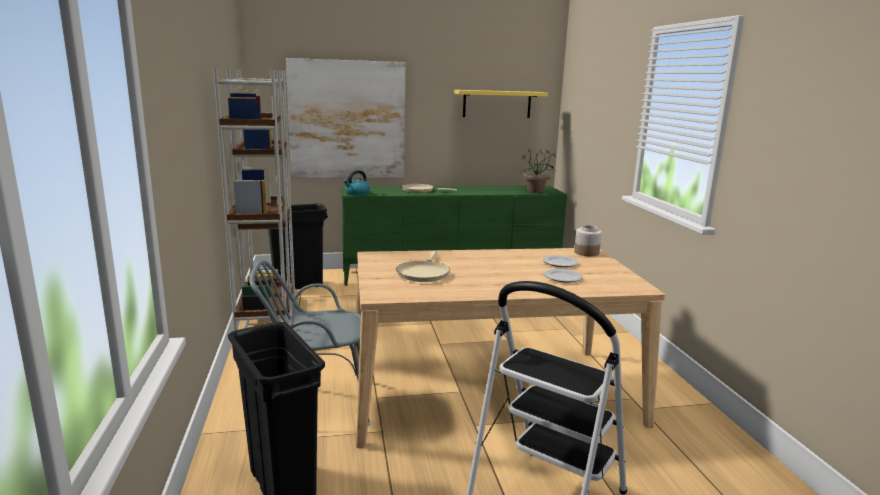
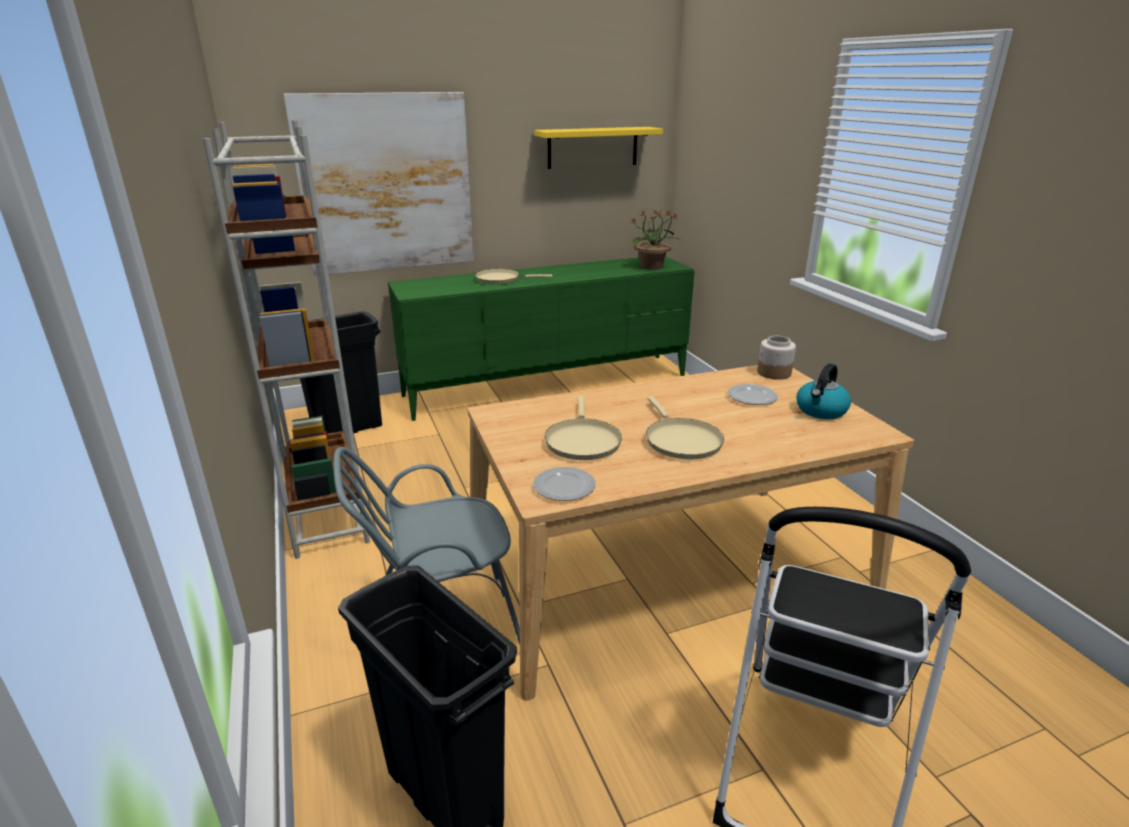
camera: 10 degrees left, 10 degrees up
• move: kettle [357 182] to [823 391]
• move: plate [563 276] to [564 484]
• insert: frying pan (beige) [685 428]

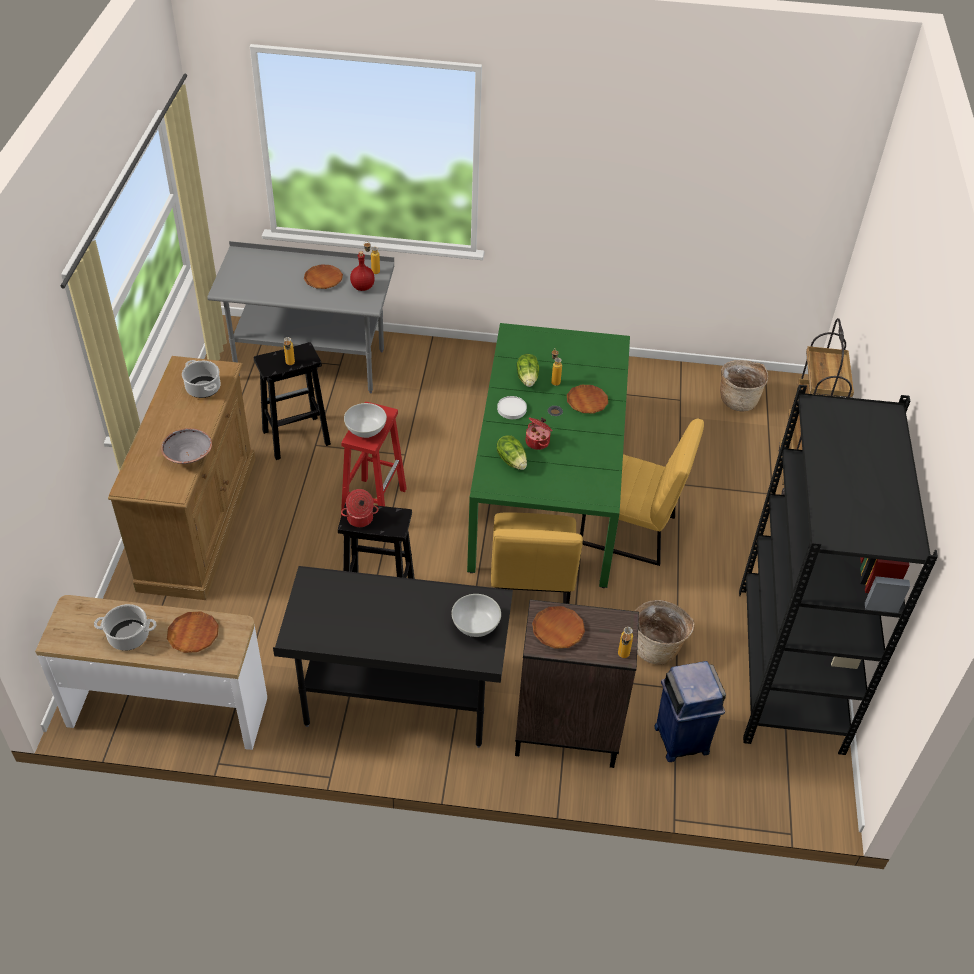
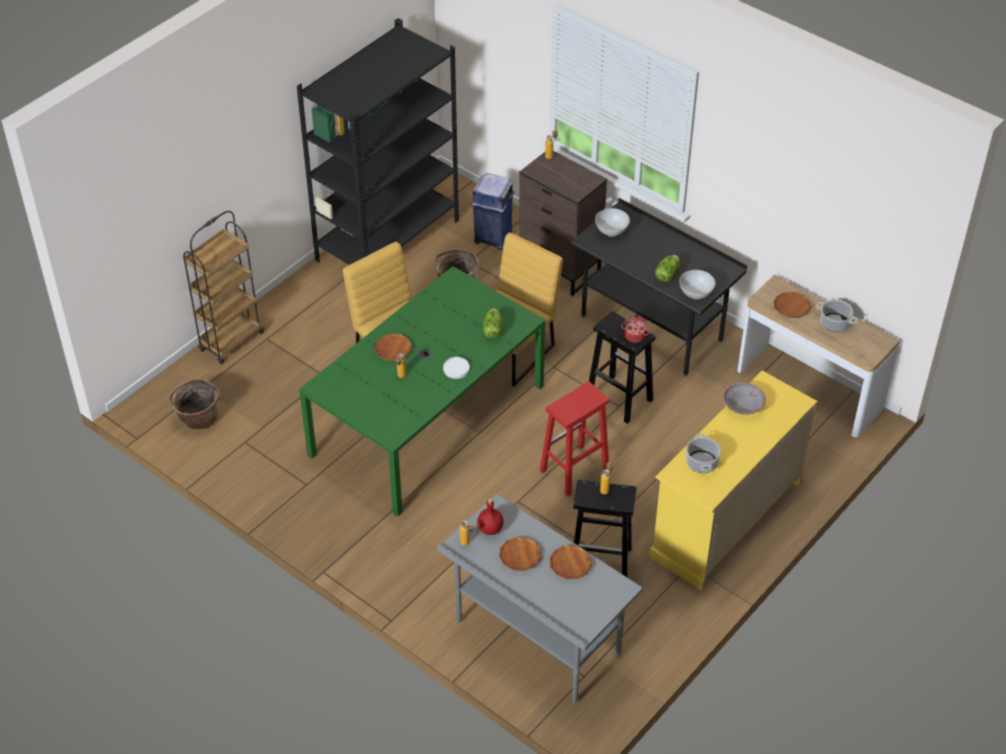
camera: 145 degrees left, 0 degrees up
• move: lettuce [528 370] to [667 268]
• recolor: cabinet (brown) [182 478] to cabinet (yellow) [733 480]
• move: bowl (white) [365 420] to [697 284]
• delete: cooking pot [539 434]
• move: plate (brown) [558 627] to [571 562]

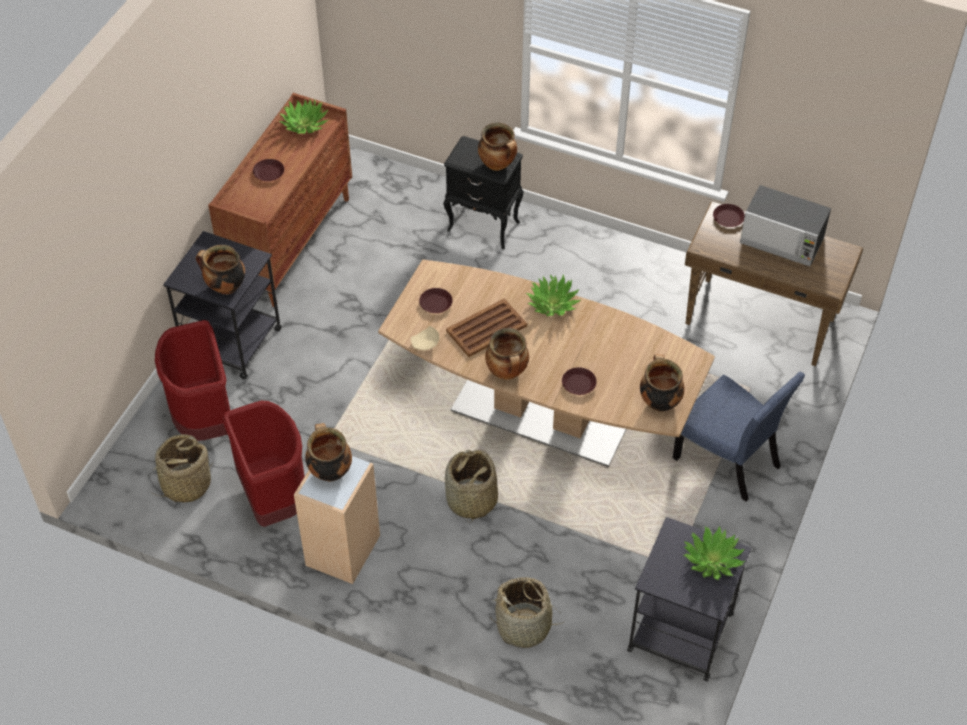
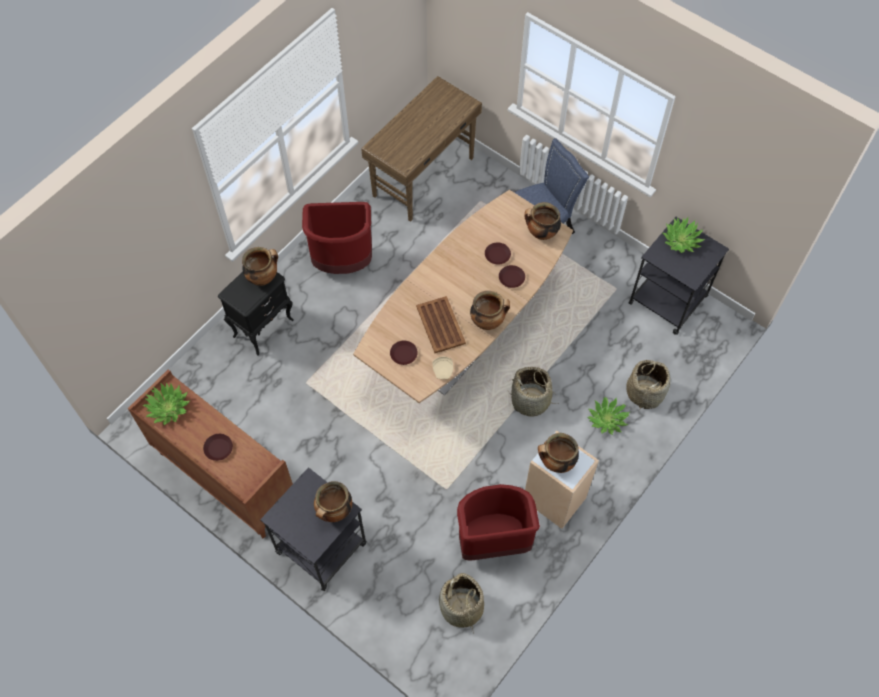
camera: 75 degrees left, 10 degrees up
• delete: microwave [785 225]
• move: plate (brown) [729 215] to [498 253]
• move: potted plant [553 295] to [609 416]
• move: trash can (red) [192 380] to [337 238]

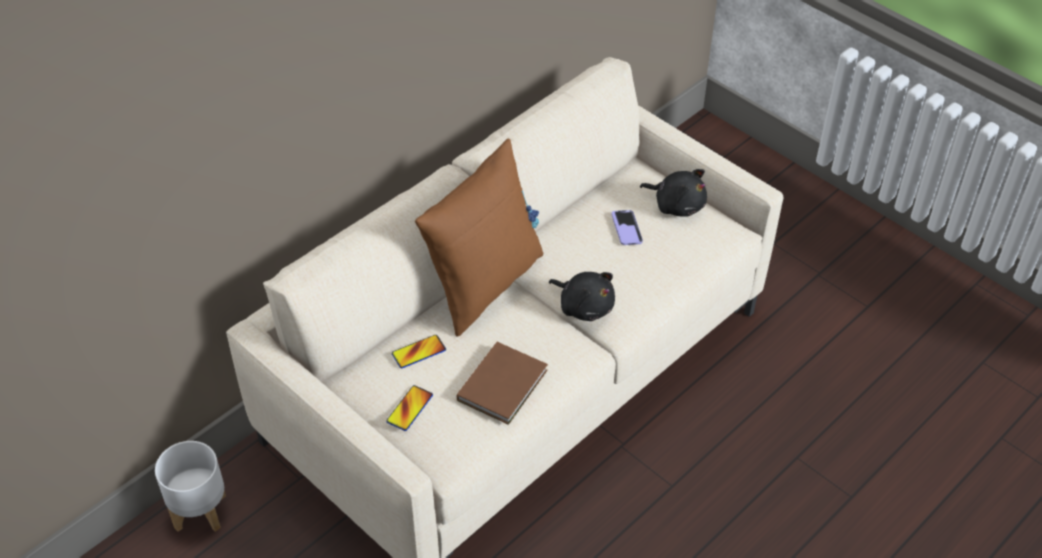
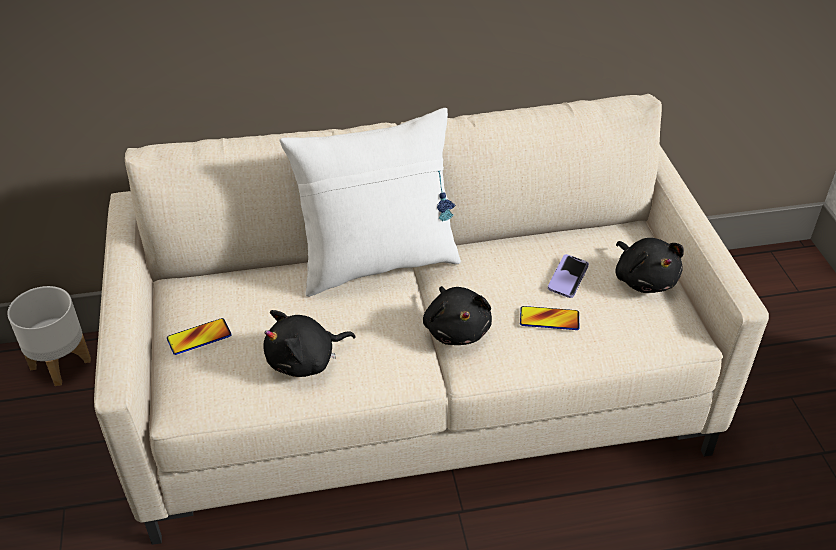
camera: 35 degrees right, 5 degrees down
• recolor: pillow (brown) [479 238] to pillow (white) [370 202]
• move: phone [419 351] to [549 318]
• replace: book (brown) [502 383] to plush toy (black) [310 343]

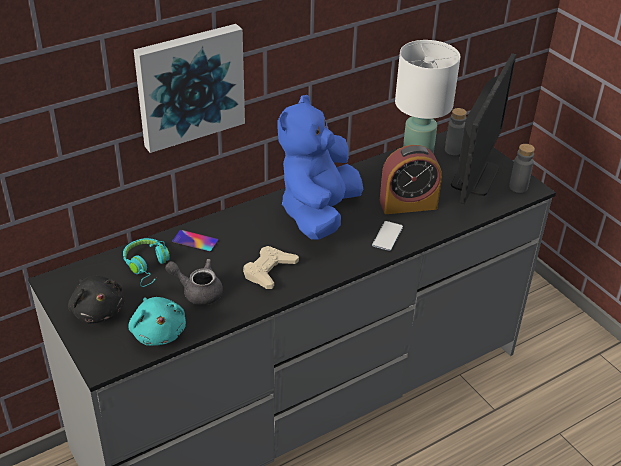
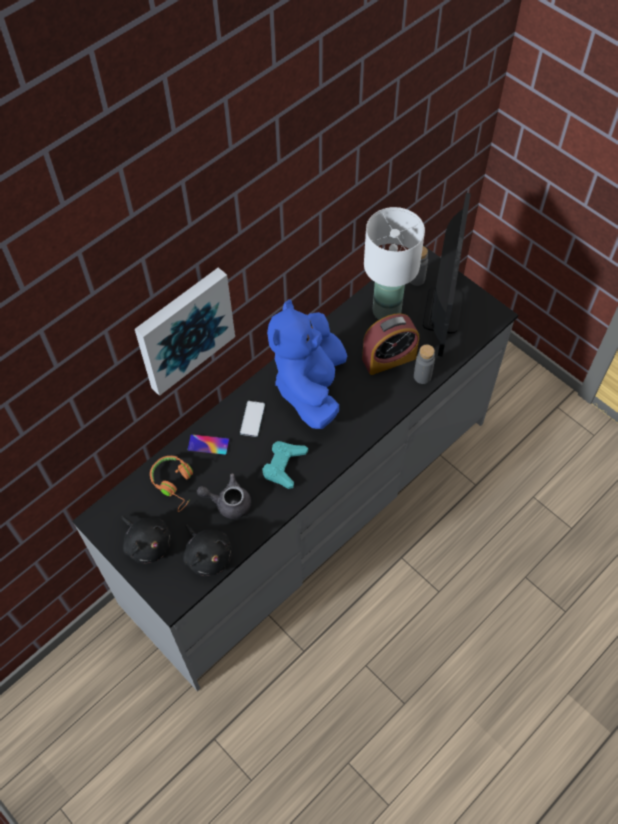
camera: 10 degrees left, 20 degrees up
• move: bottle (grey) [522 168] to [424 364]
• move: phone [387 236] to [252 419]
• recolor: headphones (turquoise) [146 262] to headphones (orange) [171 484]
• recolor: game controller (beige) [271 267] to game controller (turquoise) [285 465]
• recolor: plush toy (turquoise) [157 321] to plush toy (black) [208 550]

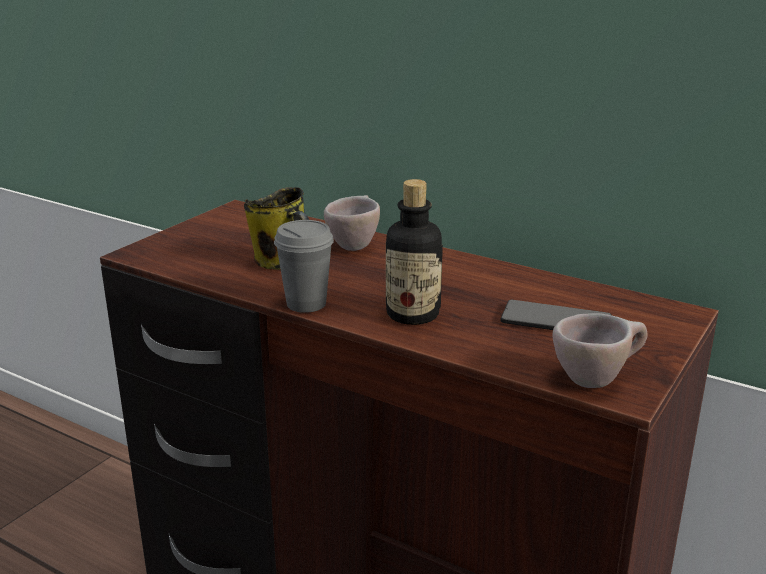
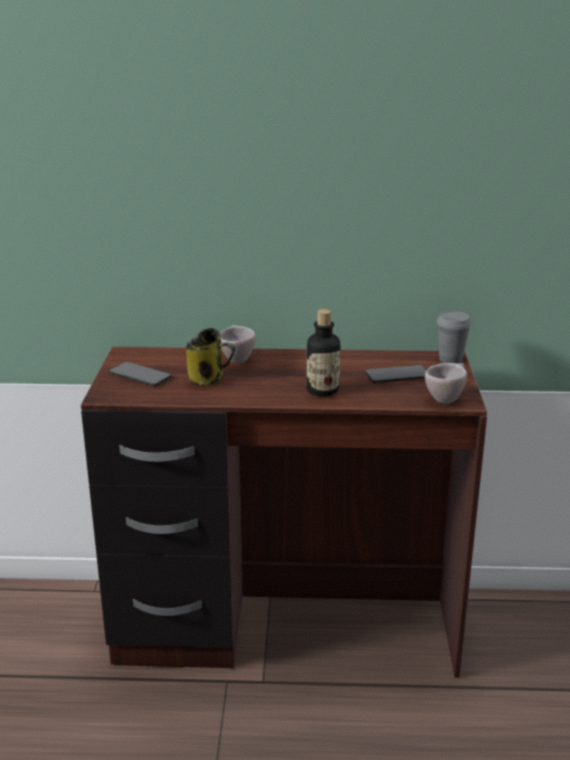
camera: 30 degrees left, 0 degrees up
• move: cup (grey) [304 266] to [454 337]
• insert: phone [140 374]

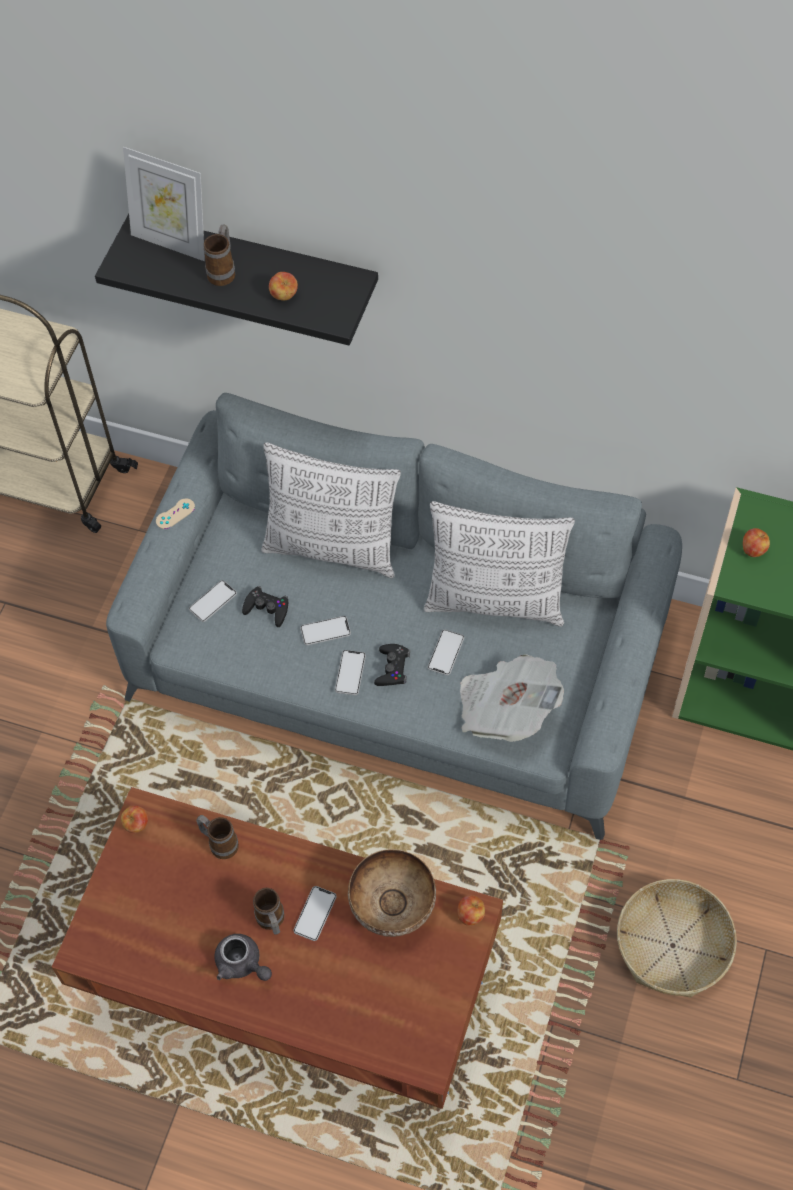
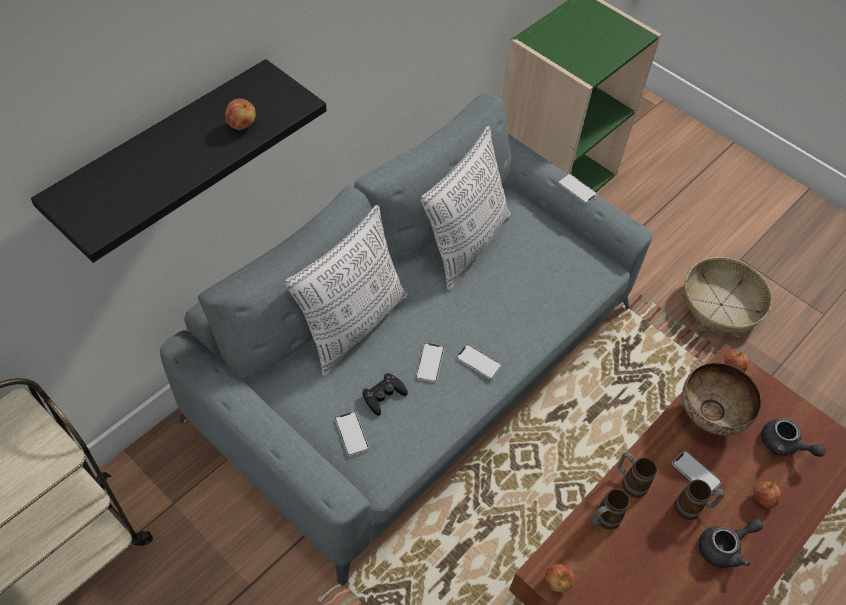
camera: 70 degrees left, 5 degrees down
• delete: picture frame [164 204]
• move: mug [219 255] to [637 475]
• delete: game controller (beige) [175 514]
• move: apple [756 542] to [767 494]
• move: phone [445 652] to [577 189]
• delete: game controller (black) [392 665]
• delete: newspaper [512 698]
• insert: teapot (grey) [793 437]

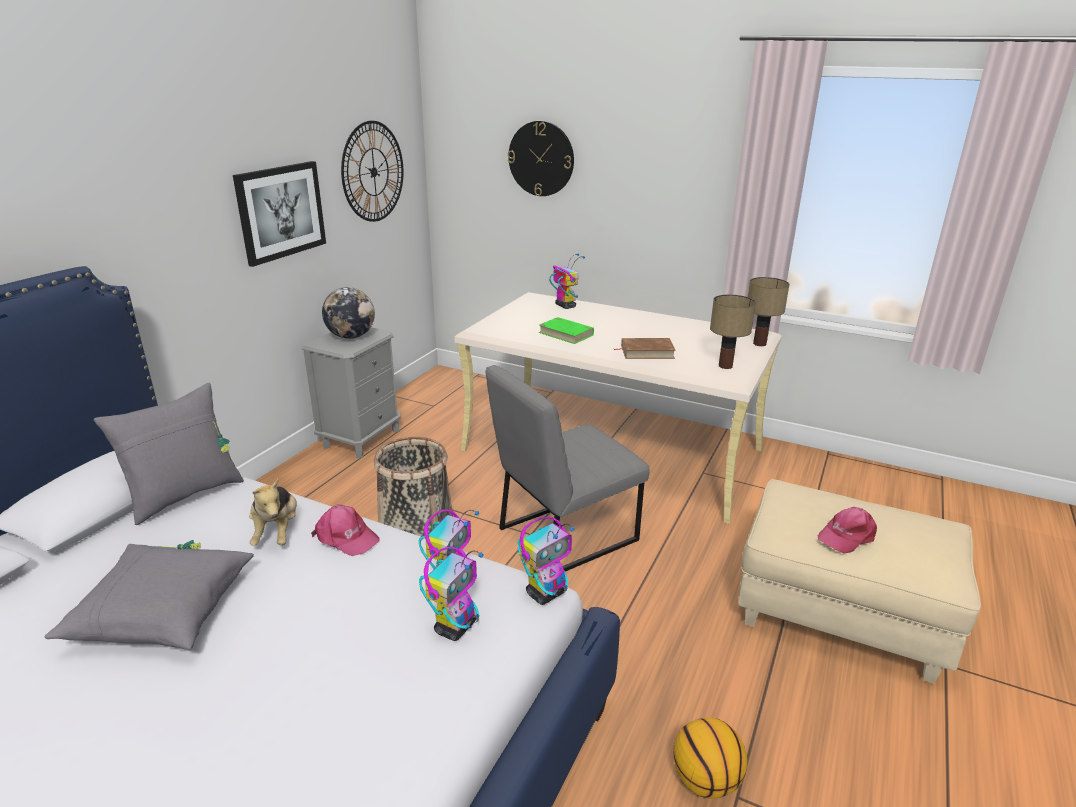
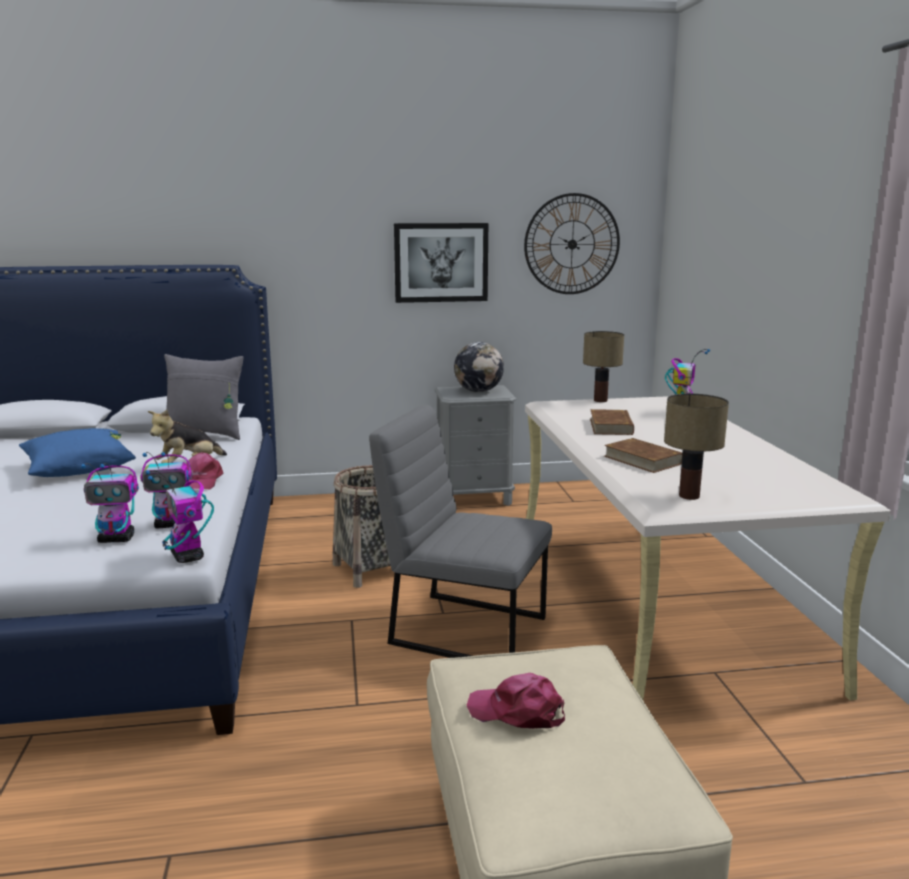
camera: 55 degrees right, 10 degrees down
• delete: wall clock [541 158]
• move: table lamp [769 311] to [603 366]
• recolor: book (green) [566 330] to book (brown) [612 422]
• rotate: toy robot [546 561] = [180 516] 45 degrees clockwise
• recolor: pillow (grey) [149 595] to pillow (blue) [77 452]
• delete: basketball [710 758]

